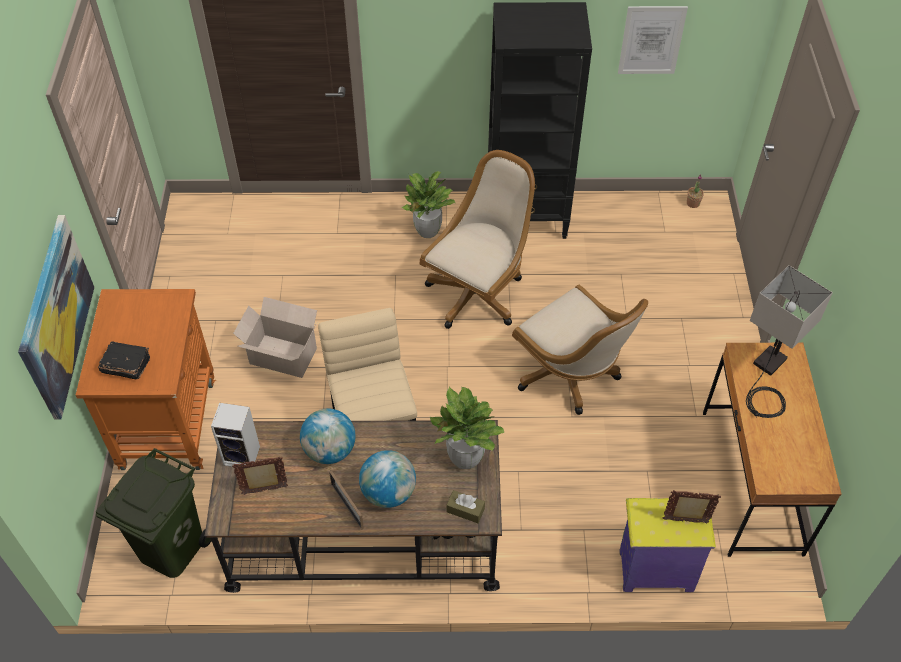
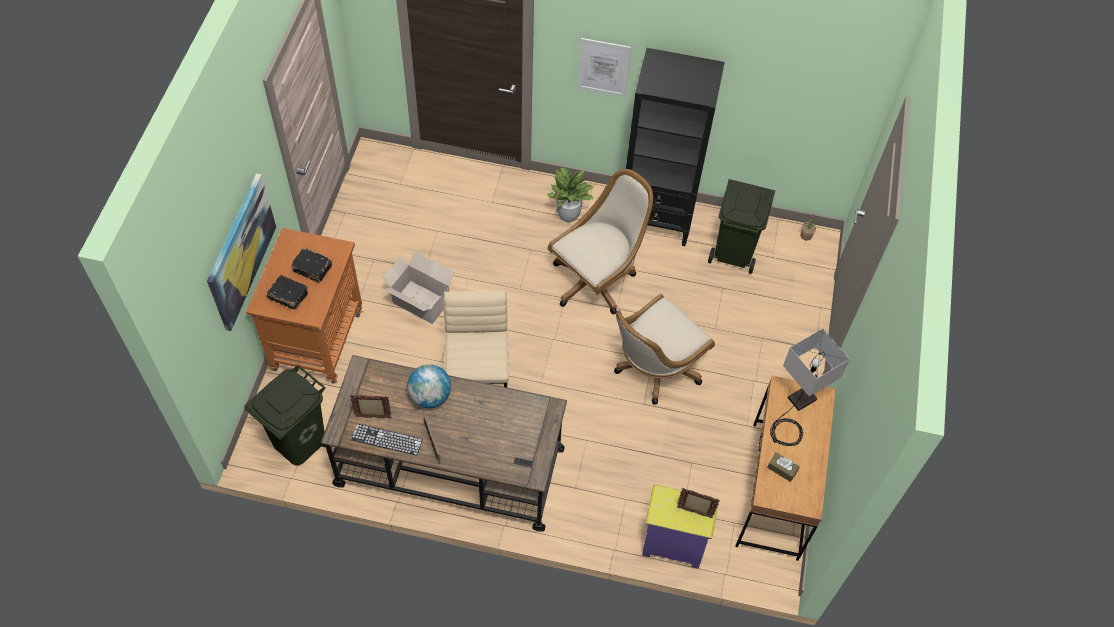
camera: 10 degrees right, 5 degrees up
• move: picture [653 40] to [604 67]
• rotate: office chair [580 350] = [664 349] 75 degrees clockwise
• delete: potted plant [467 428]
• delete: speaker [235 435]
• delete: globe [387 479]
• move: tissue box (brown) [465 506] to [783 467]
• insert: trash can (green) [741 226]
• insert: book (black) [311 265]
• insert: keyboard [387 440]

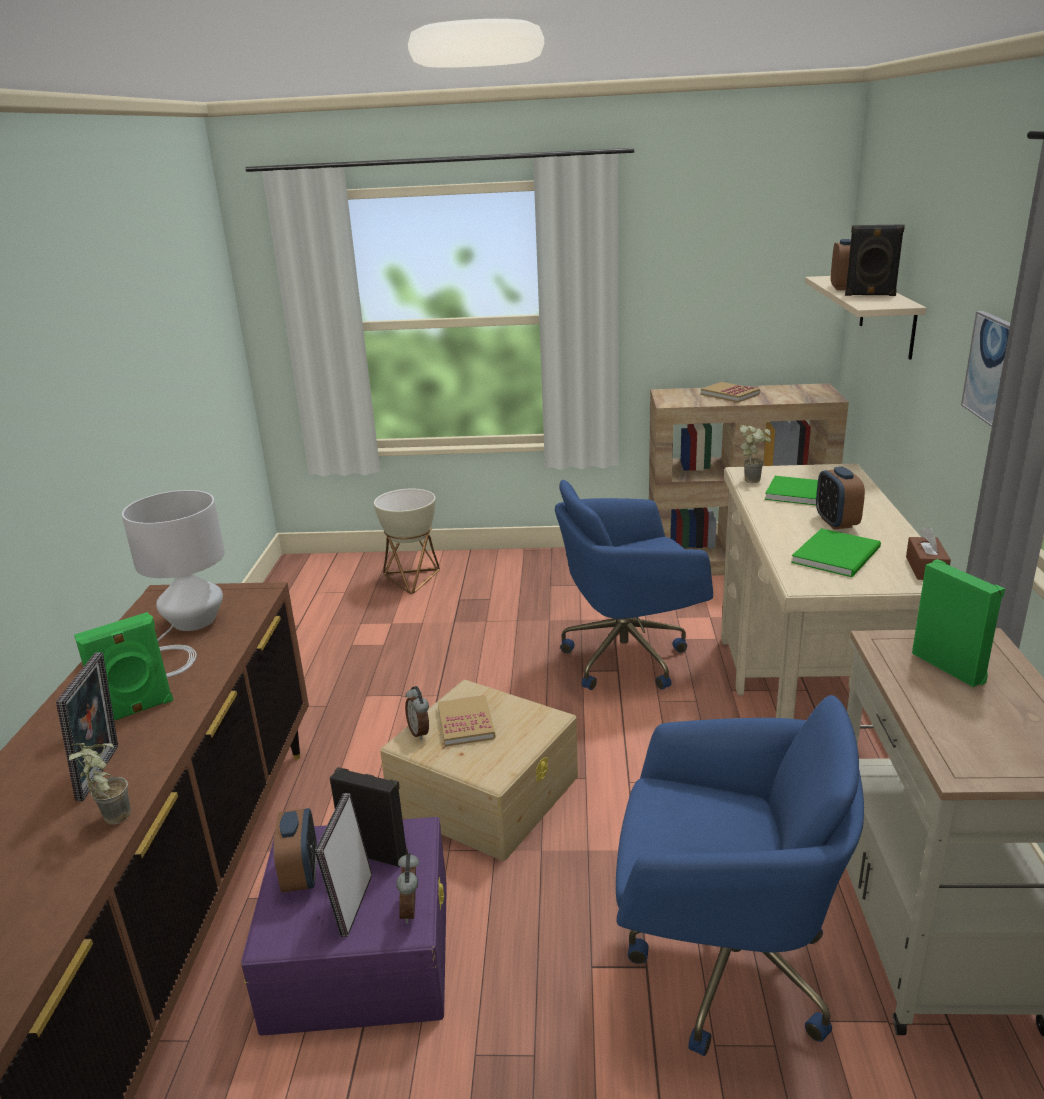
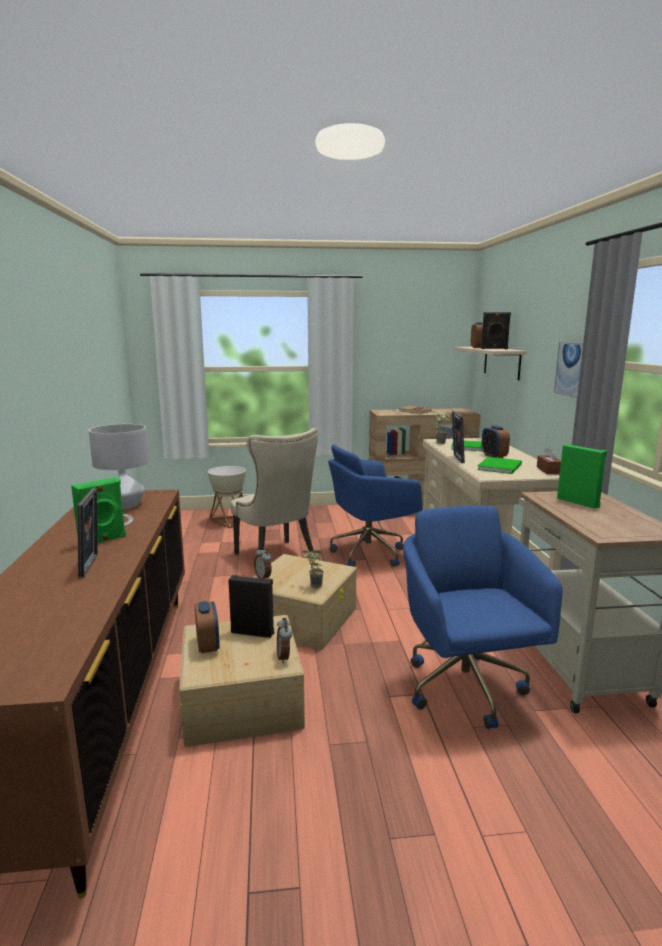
camera: 10 degrees left, 10 degrees down
• delete: book [467 721]
• rotate: office chair (blue) [740 875] = [482 617] 105 degrees counterclockwise
• move: potted plant [100 784] to [313 569]
• move: picture frame [343 865] to [458 437]
• recolor: storage box (purple) [344 926] to storage box (beige) [242 681]
• insert: chair (beige) [274 491]

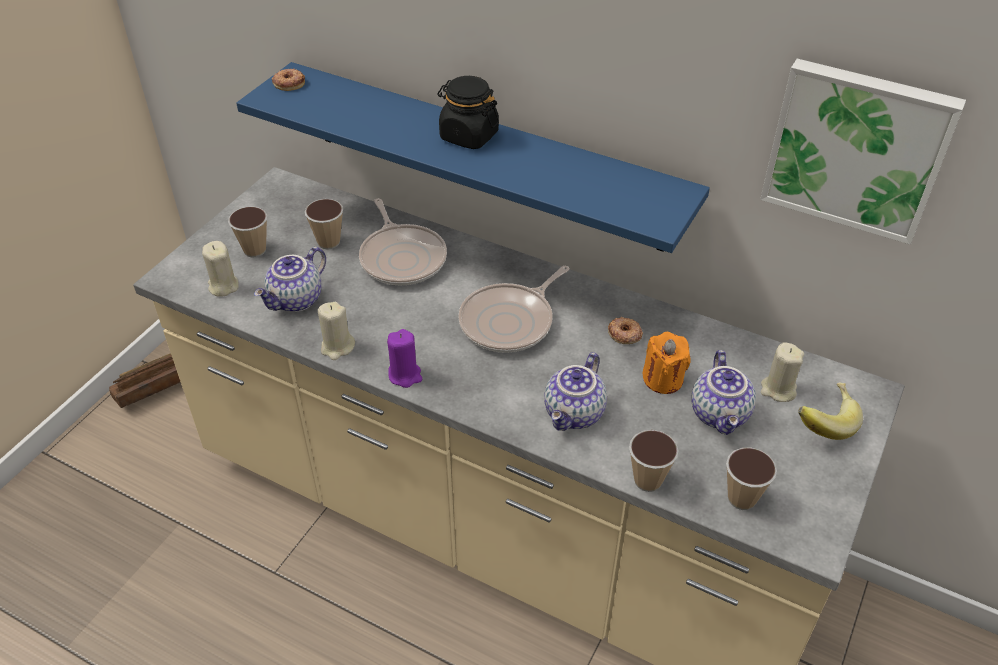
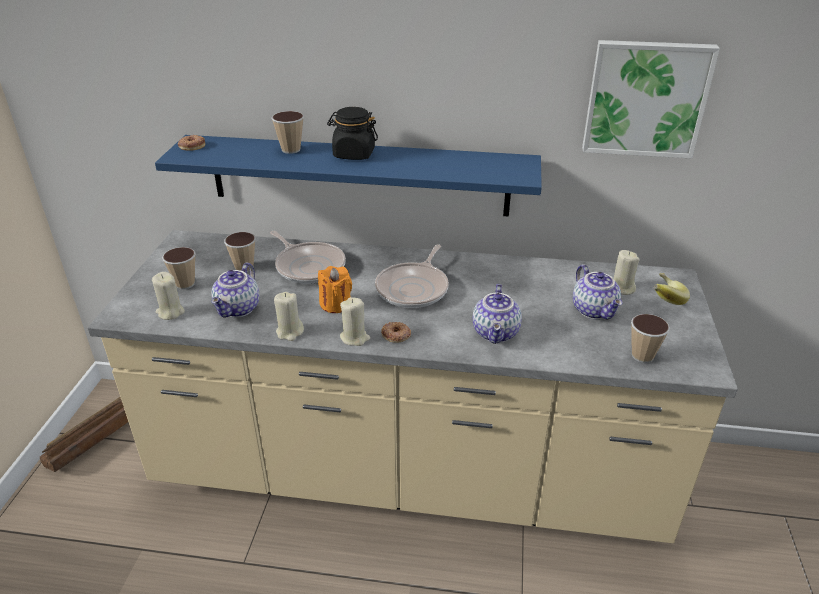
camera: 20 degrees left, 10 degrees down
• move: donut [625 330] to [396 332]
• recolor: candle (purple) [404 358] to candle (beige) [355 321]
• move: candle (orange) [666 363] to [335 289]
• move: cup [654 461] to [287 132]

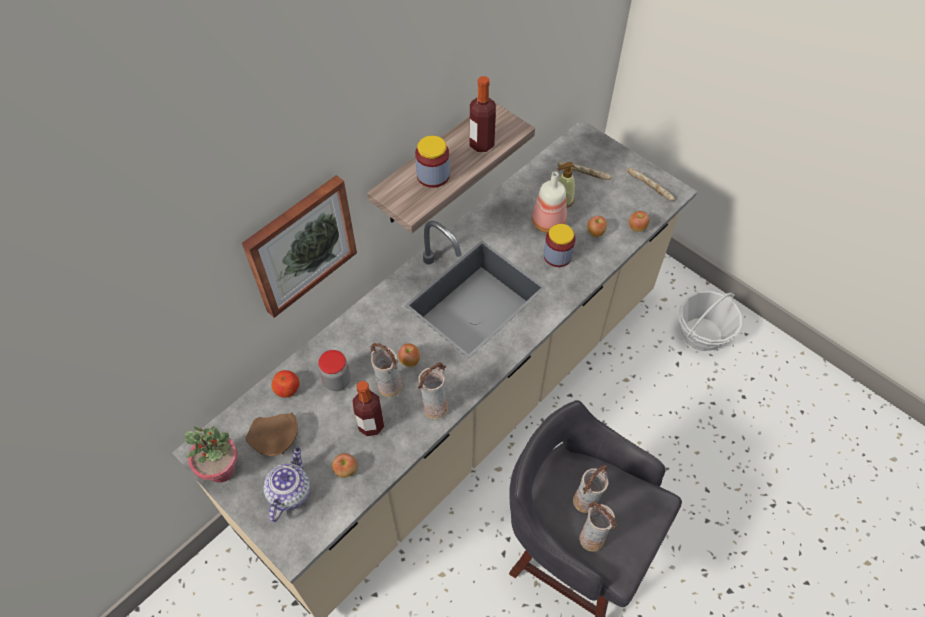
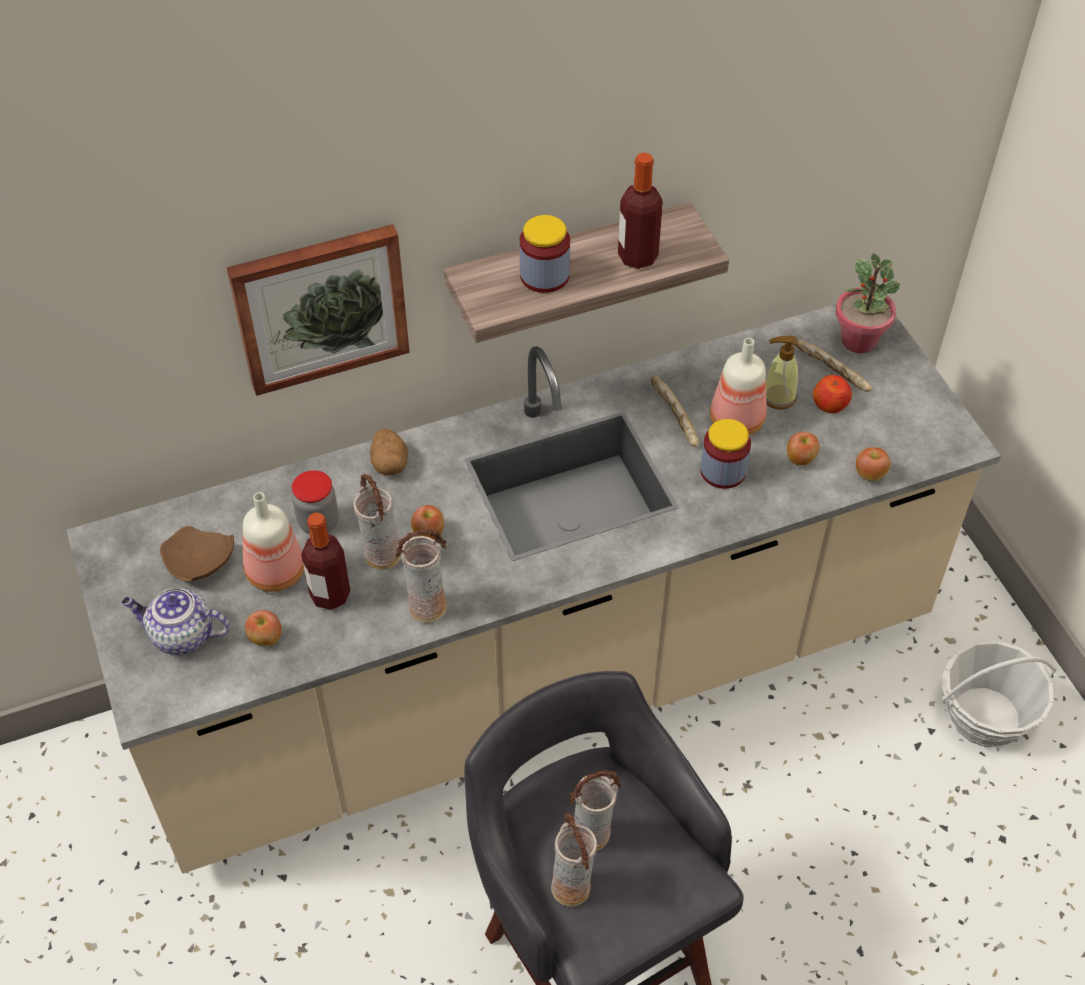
camera: 25 degrees right, 5 degrees down
• move: bread [651 184] to [675 411]
• move: apple [285 384] to [832 394]
• move: potted plant [211 454] to [868 303]
• rotate: teapot [286 484] = [176 621] 120 degrees counterclockwise
• insert: potato [389 452]
• insert: bottle [273 542]

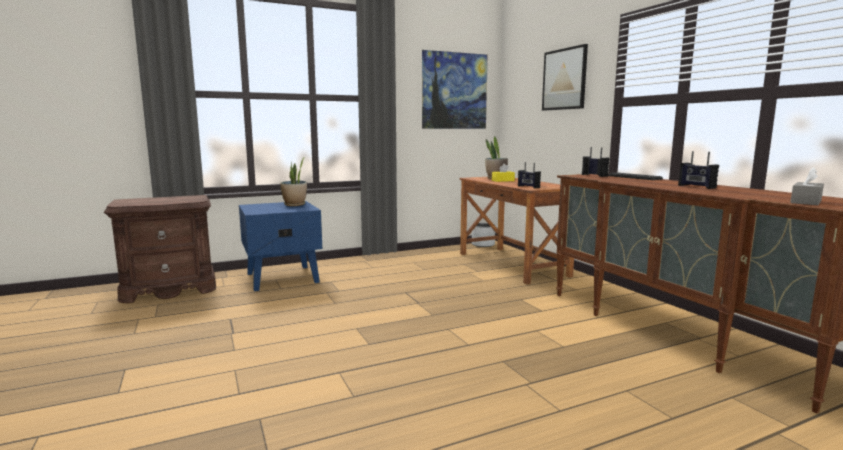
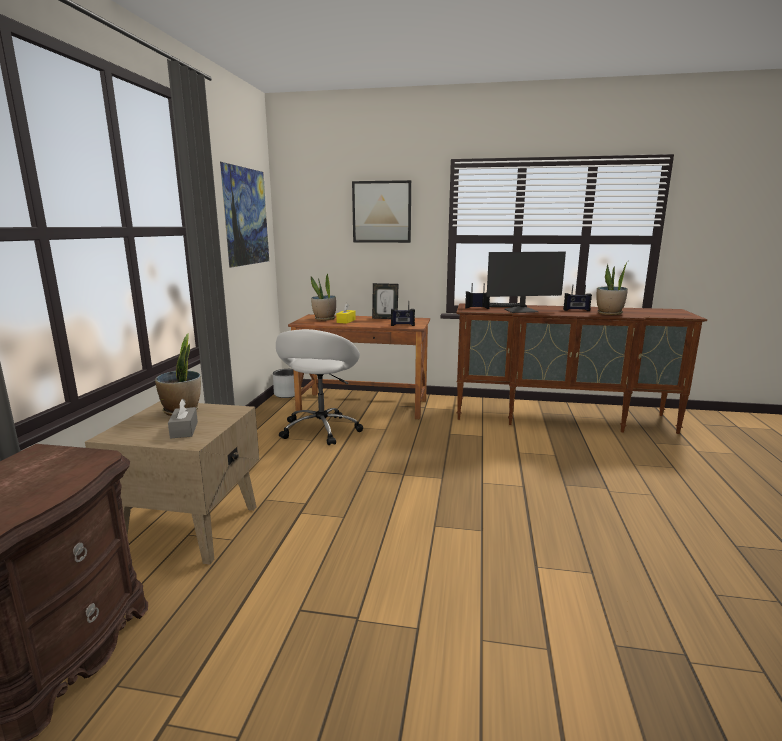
camera: 55 degrees left, 5 degrees up
• move: tissue box (grey) [807 186] to [183 419]
• recolor: nightstand (blue) [280 246] to nightstand (beige) [172 482]
• insert: monitor [526 282]
• insert: potted plant [612 288]
• insert: picture frame [385 301]
• insert: office chair (white) [319 387]

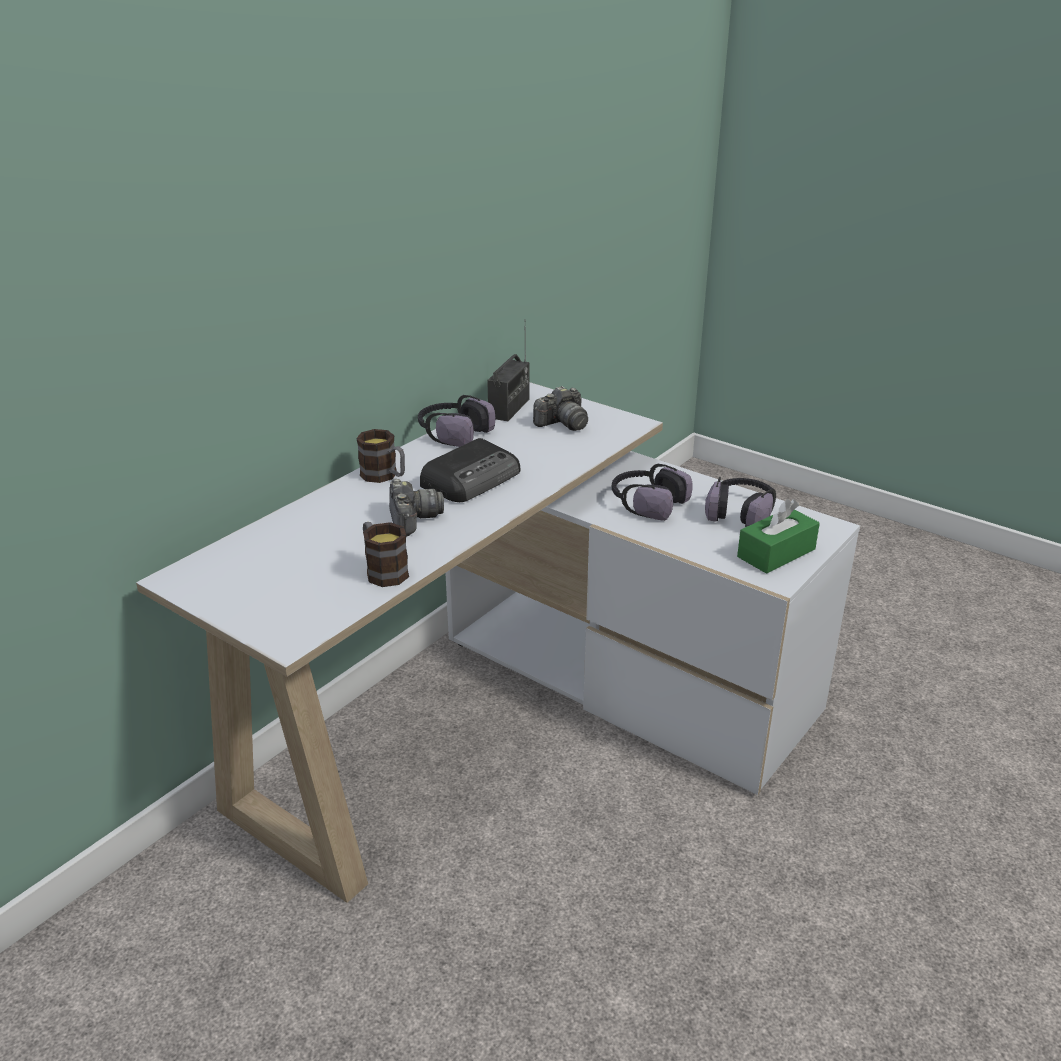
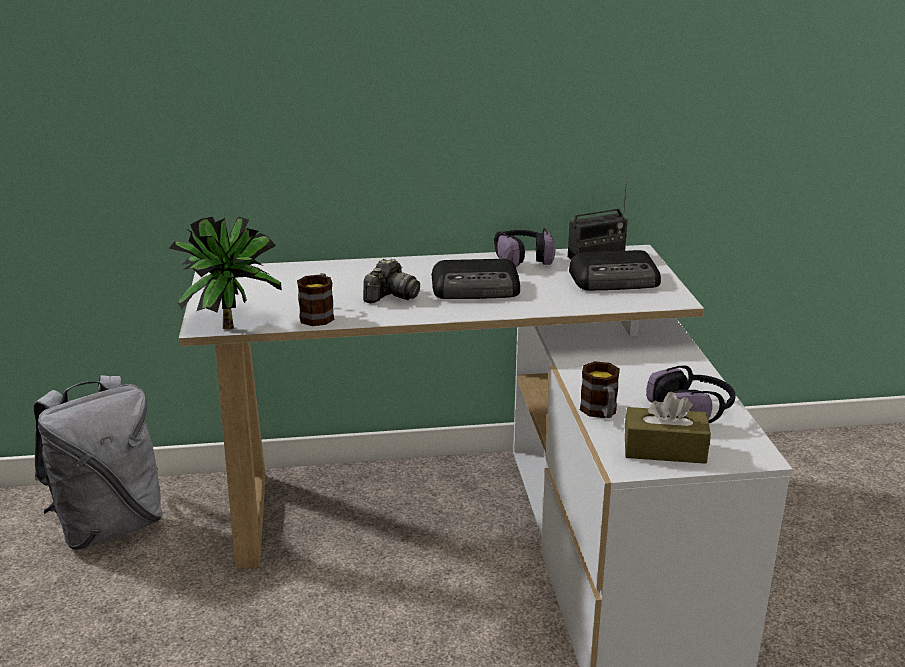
camera: 45 degrees right, 5 degrees down
• replace: photo camera [560 408] to radio [615 270]
• move: mug [380 456] to [600 389]
• delete: headphones [652 492]
• recolor: tissue box (green) [778 536] to tissue box (brown) [668 428]
• insert: potted plant [225 273]
• insert: backpack (grey) [98 462]

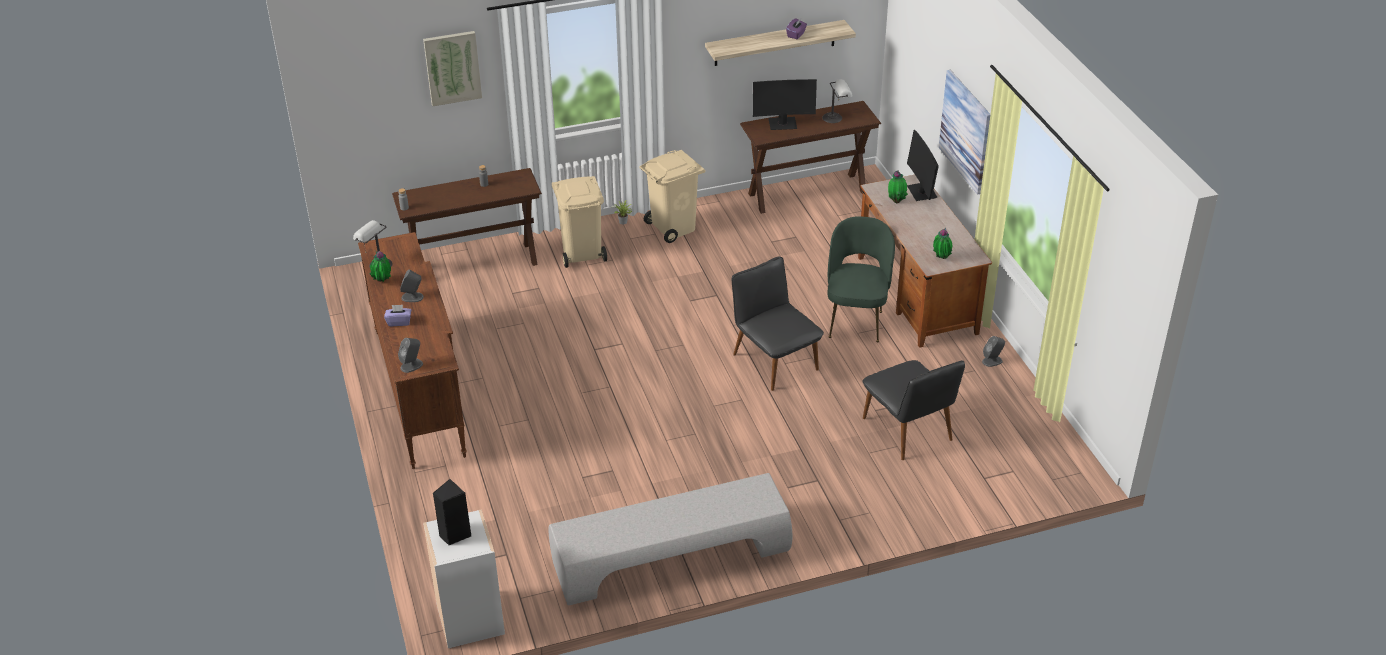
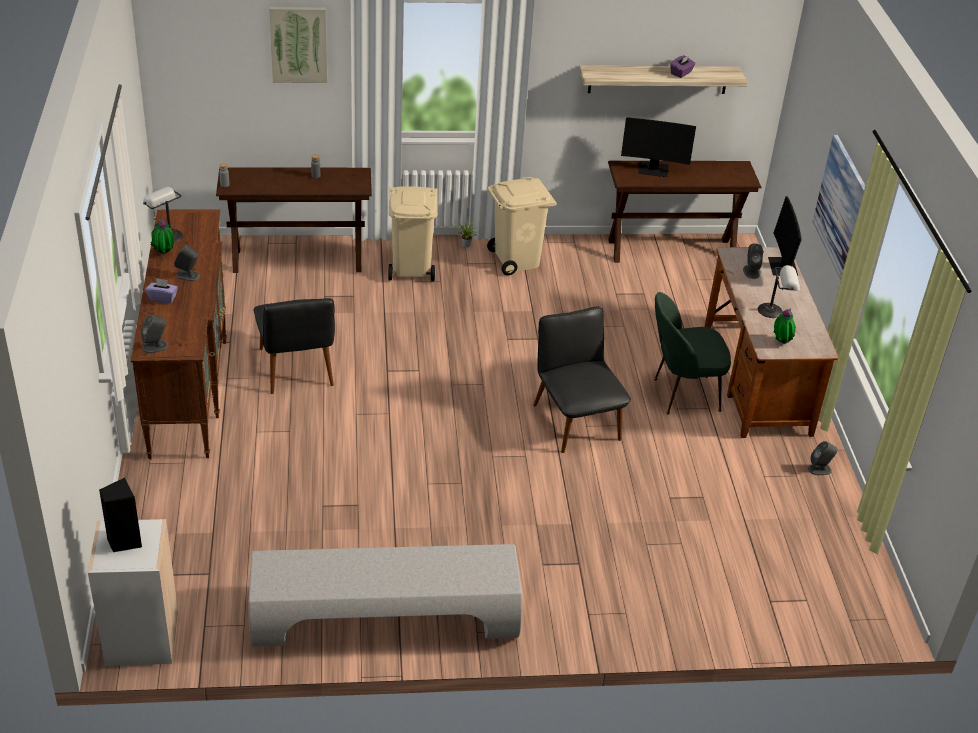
camera: 10 degrees right, 0 degrees up
• move: table lamp [837 101] to [779 291]
• replace: potted plant [898 186] to speaker (grey) [753 261]
• rotate: chair (green) [861 279] = [692 353] 120 degrees counterclockwise
• move: chair (black) [914 410] to [294 346]

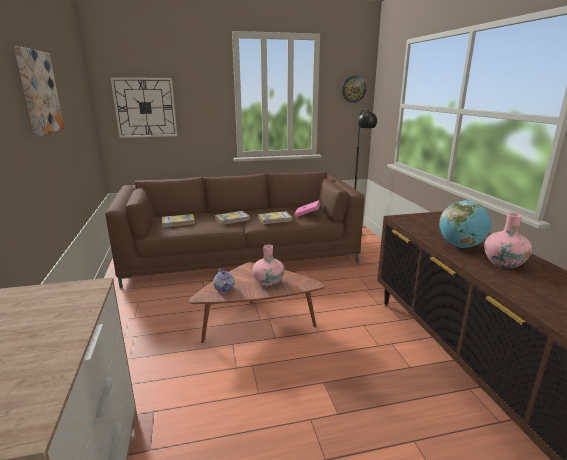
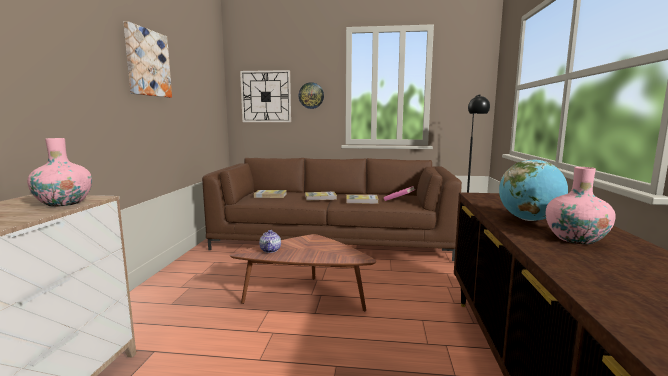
camera: 20 degrees right, 10 degrees down
• move: wall clock [354 89] to [311 95]
• move: vase (pink) [268 266] to [59 172]

